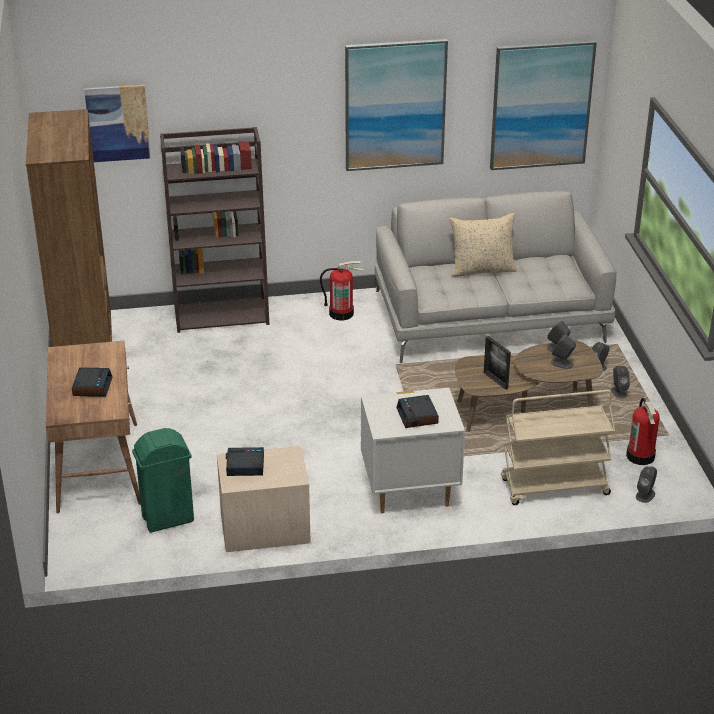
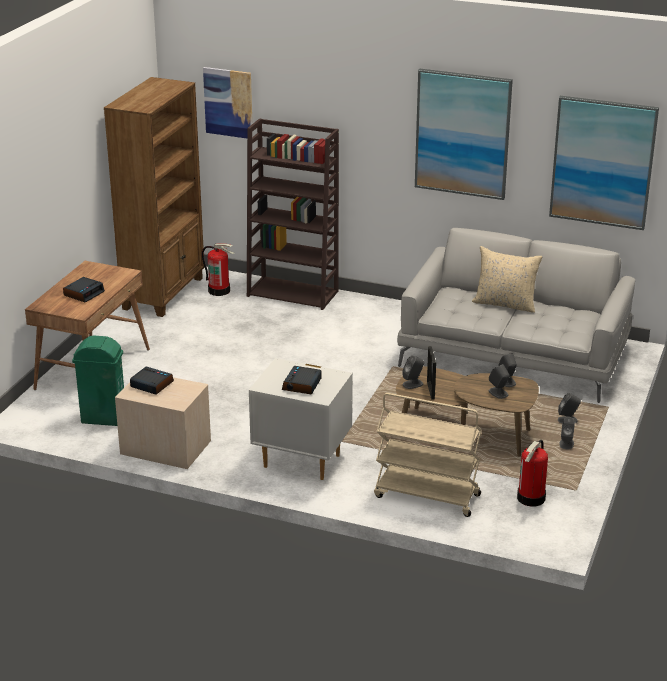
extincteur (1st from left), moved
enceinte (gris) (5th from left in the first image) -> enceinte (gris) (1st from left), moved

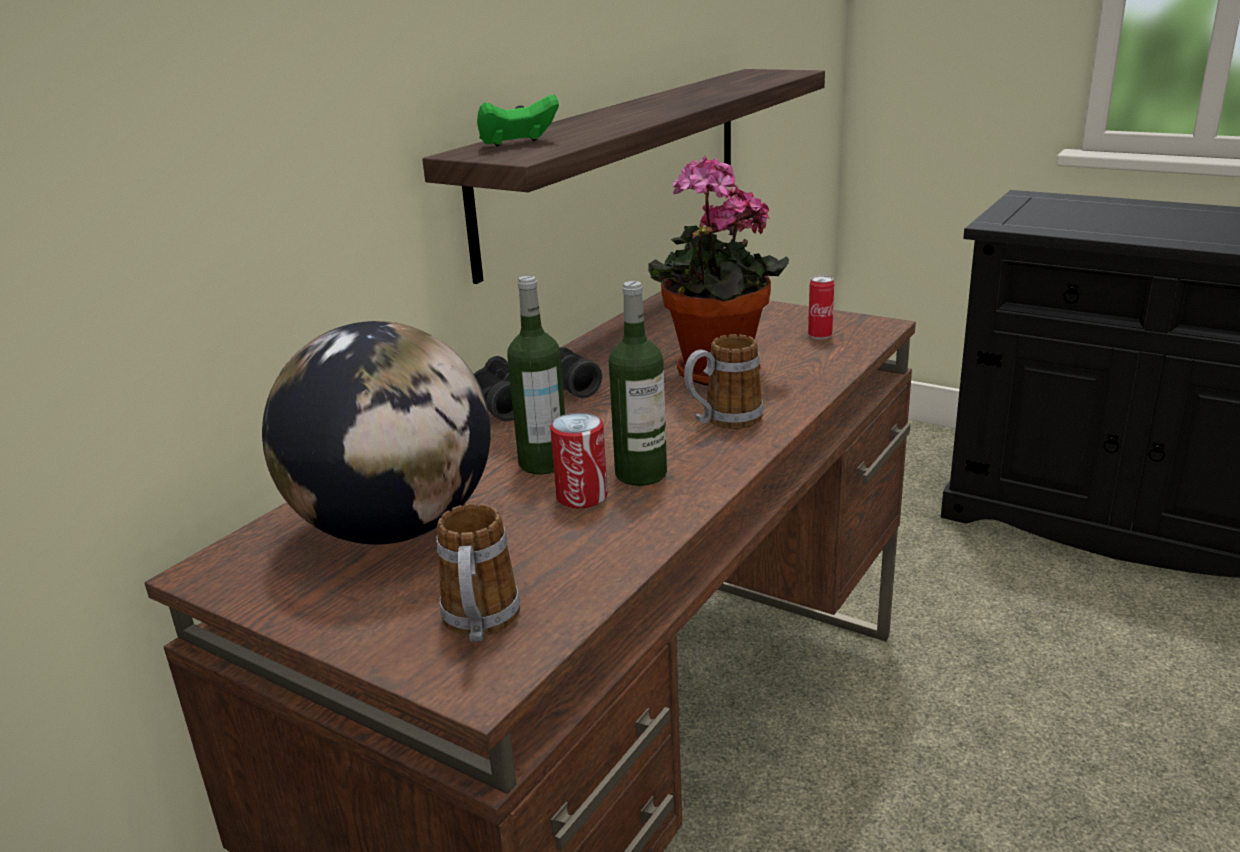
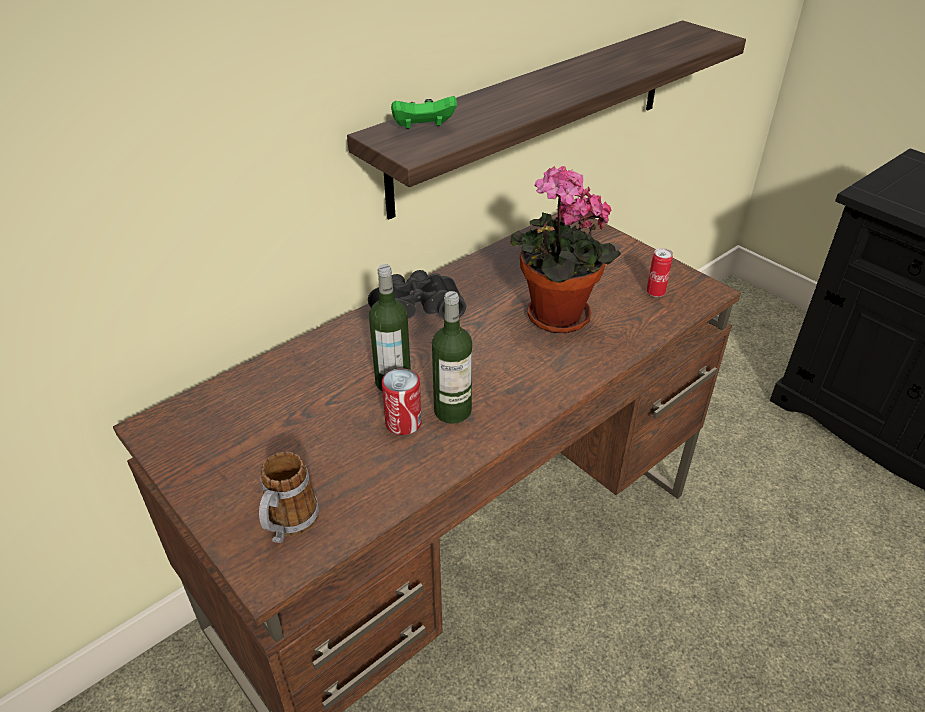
globe -> none
mug (2nd from left) -> none

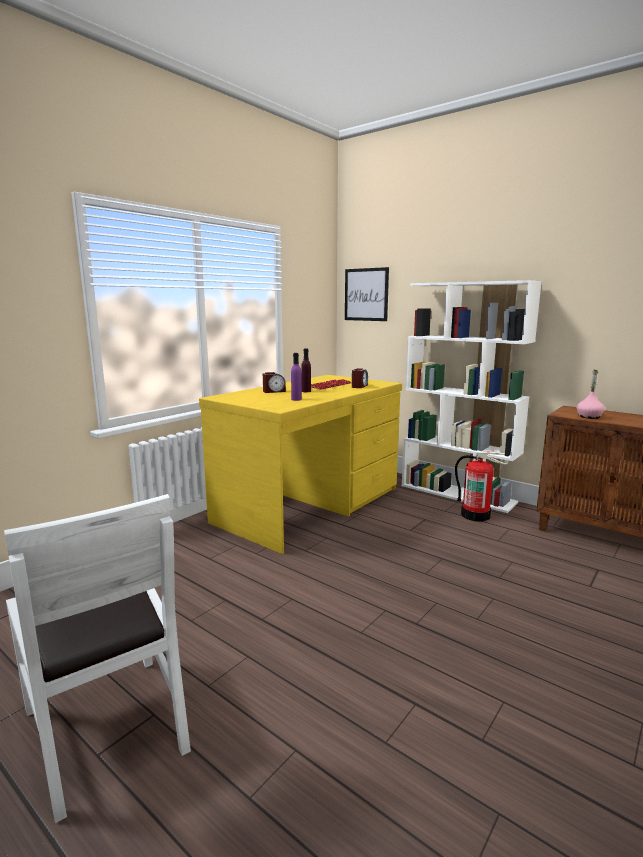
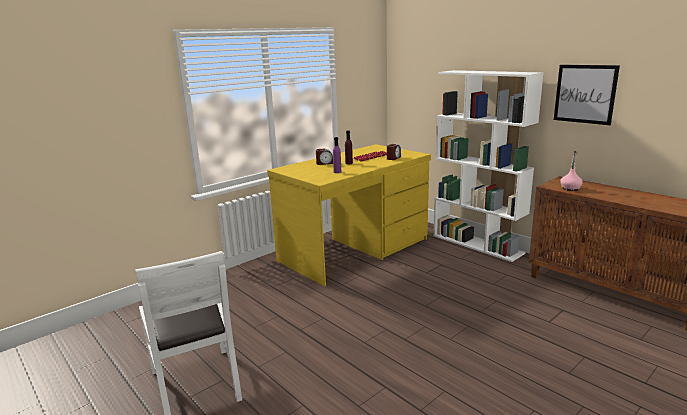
tableau, moved
extincteur -> none

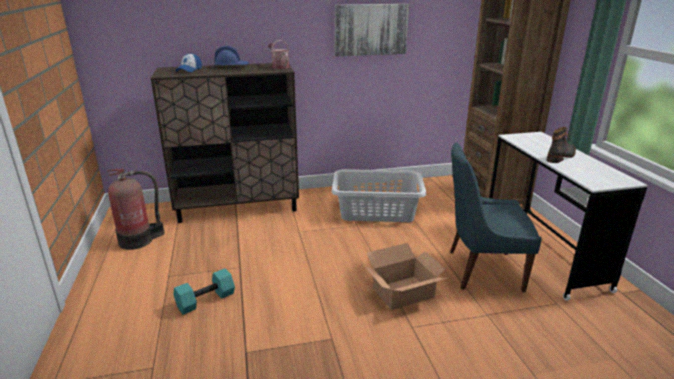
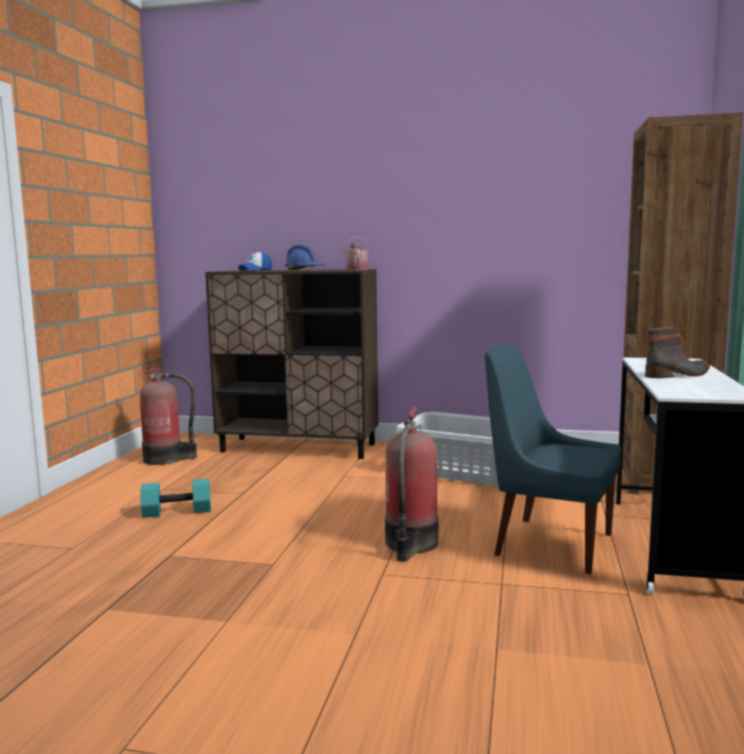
tableau -> none
carton -> extincteur (2nd from left)

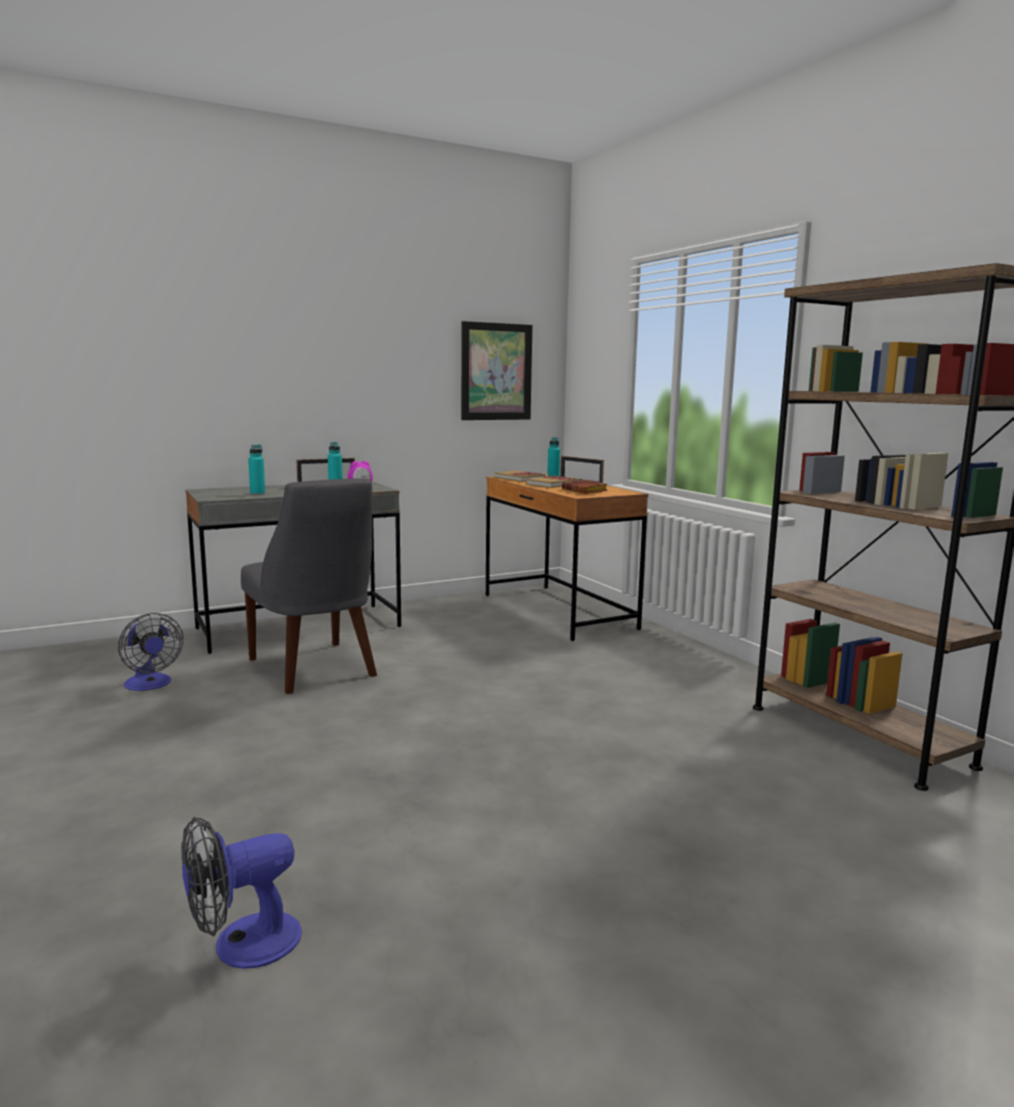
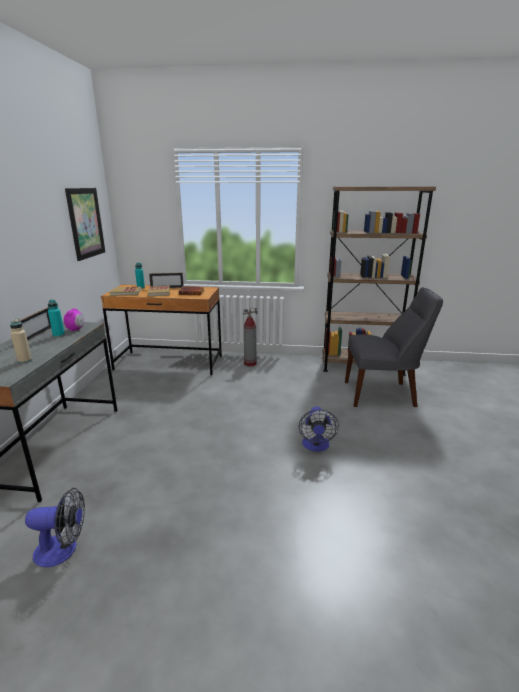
bouteille (turquoise) (1st from left) -> bouteille (beige)
chaise (gris), moved
ventilateur (2nd from left), moved
none -> extincteur

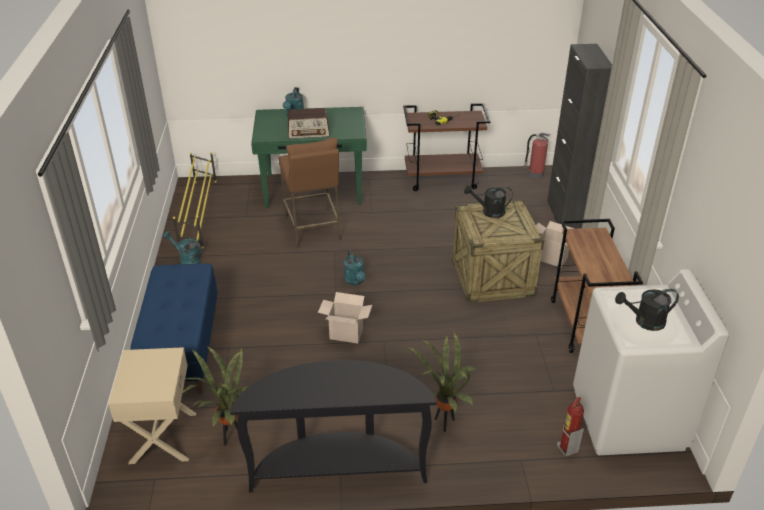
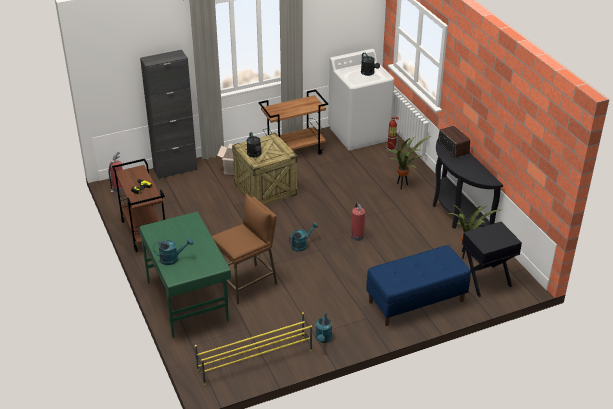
radio, moved
carton (1st from left) -> extincteur (2nd from left)
table de chevet (beige) -> table de chevet (noir)

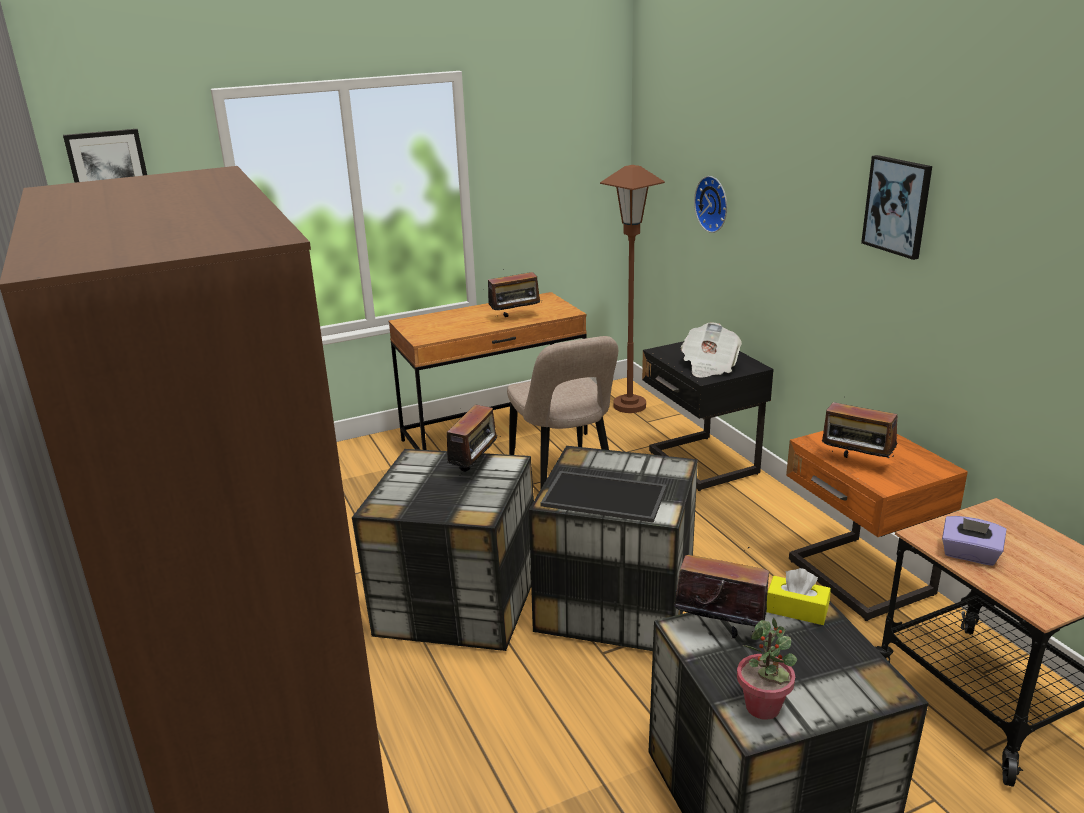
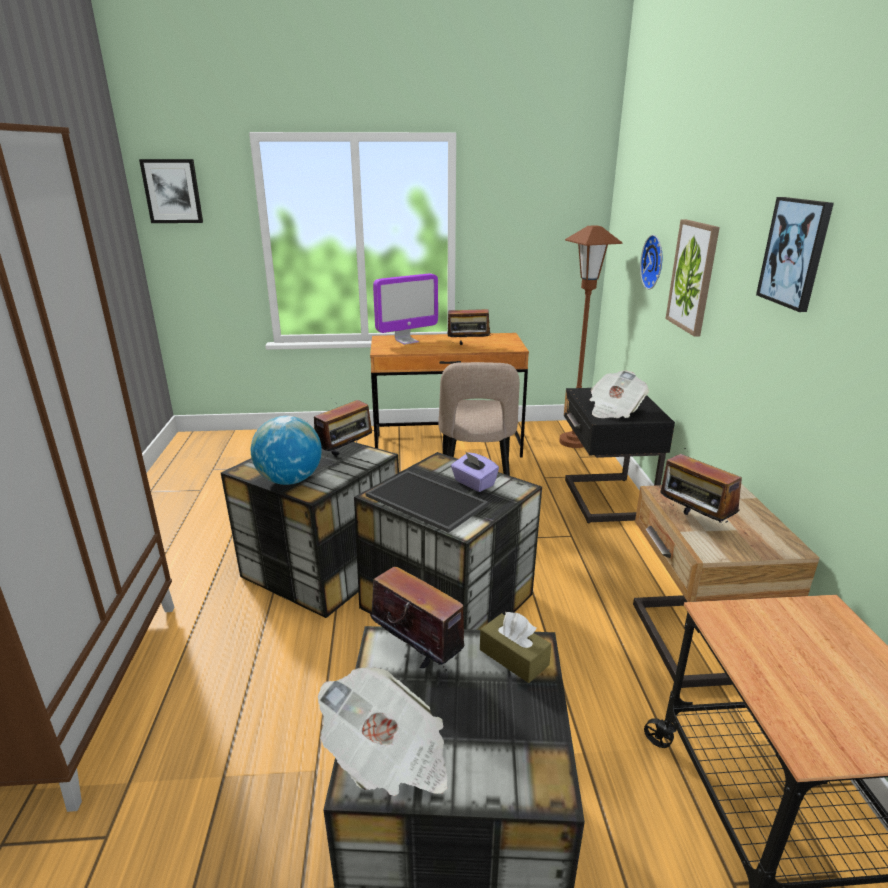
table de chevet (orange) -> table de chevet (beige)
boîte à mouchoirs (violet), moved
boîte à mouchoirs (jaune) -> boîte à mouchoirs (marron)
plante en pot -> journal (1st from left)
none -> tableau (2nd from left)
none -> écran d'ordinateur
none -> globe

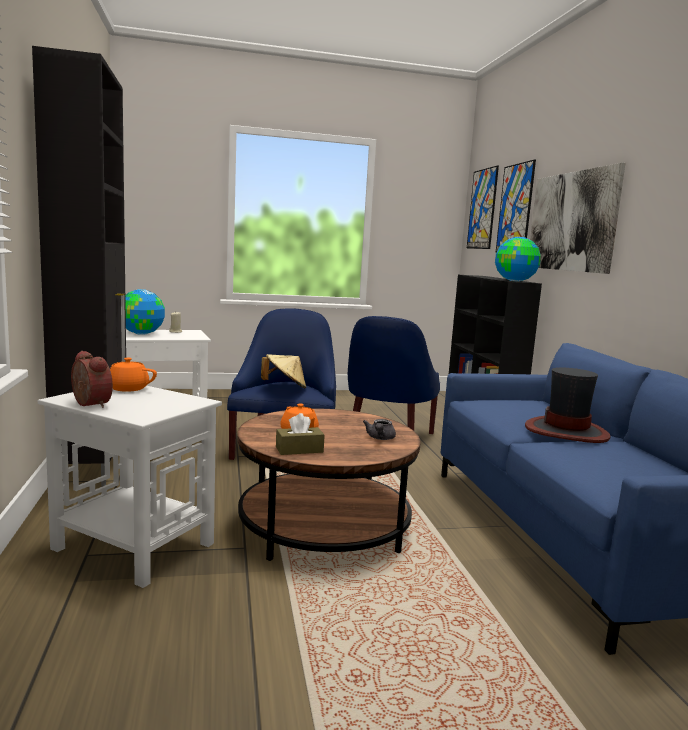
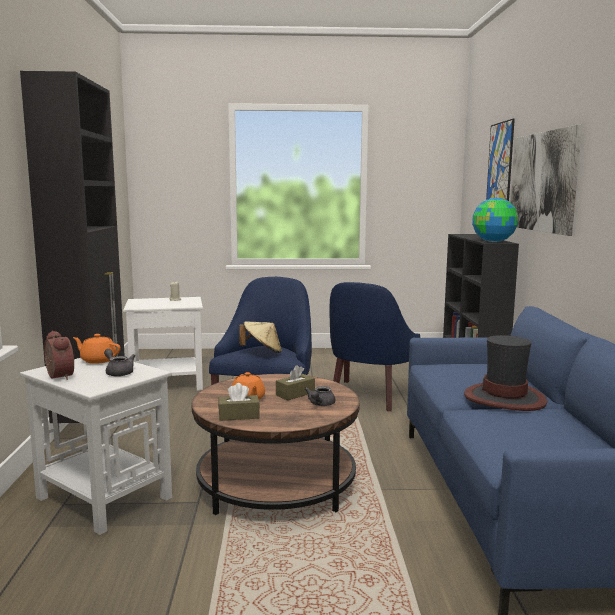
tableau (1st from left) -> none
globe (1st from left) -> none
none -> théière (gris) (1st from left)
none -> boîte à mouchoirs (marron) (2nd from left)

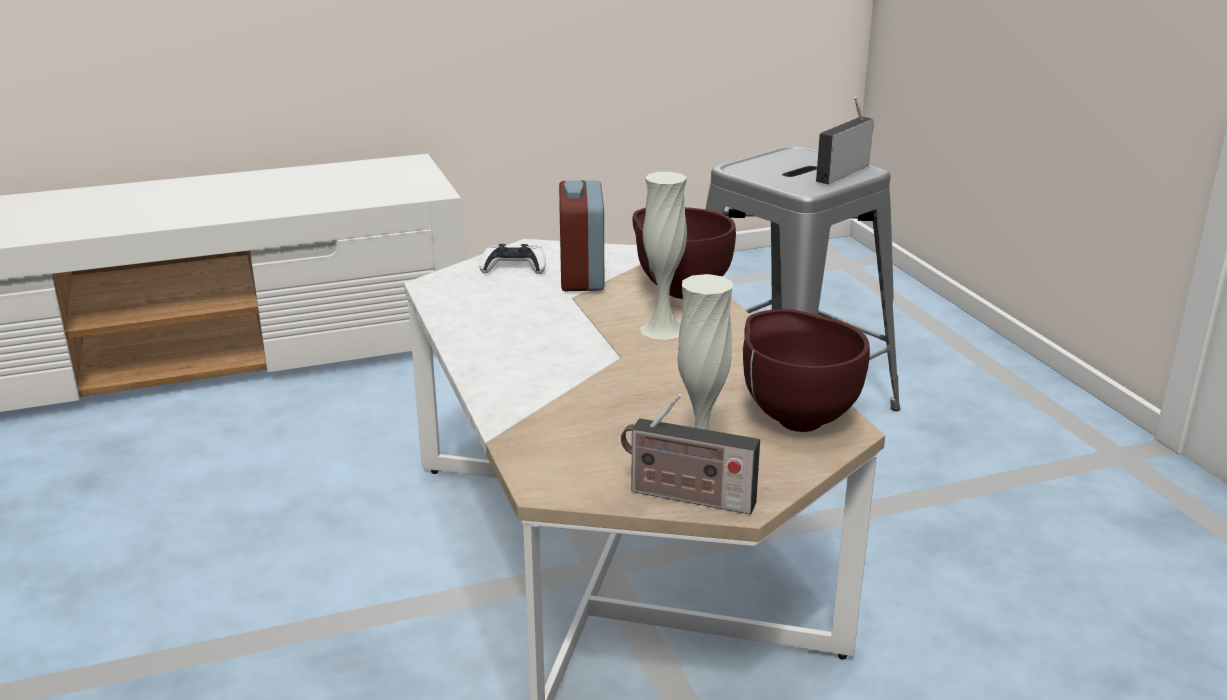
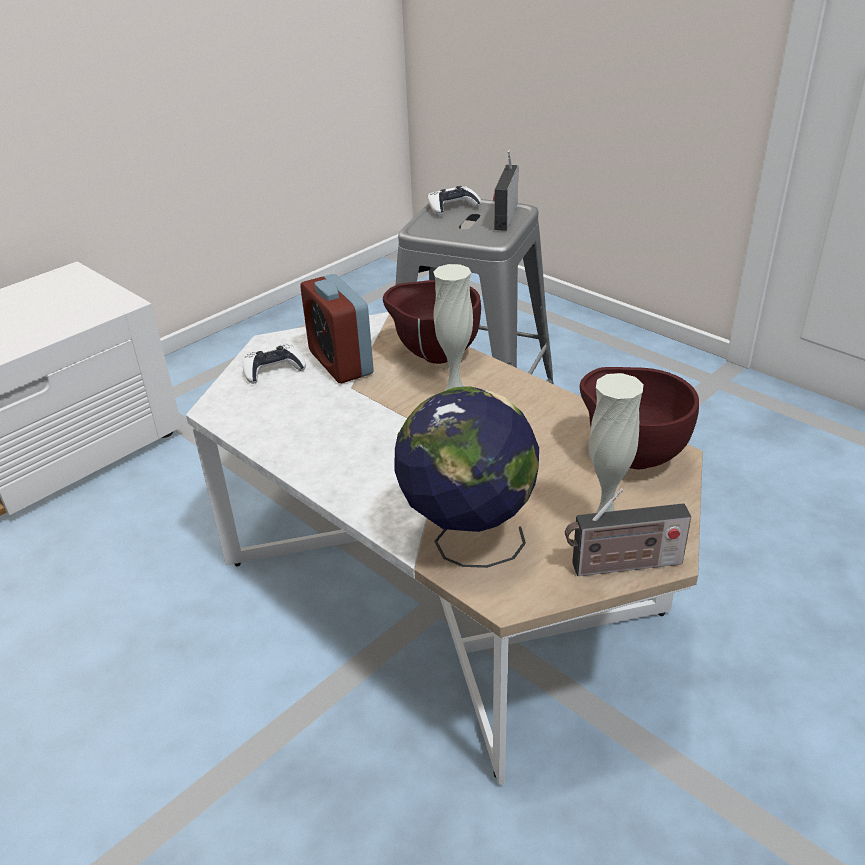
none -> manette (blanc) (2nd from left)
none -> globe

